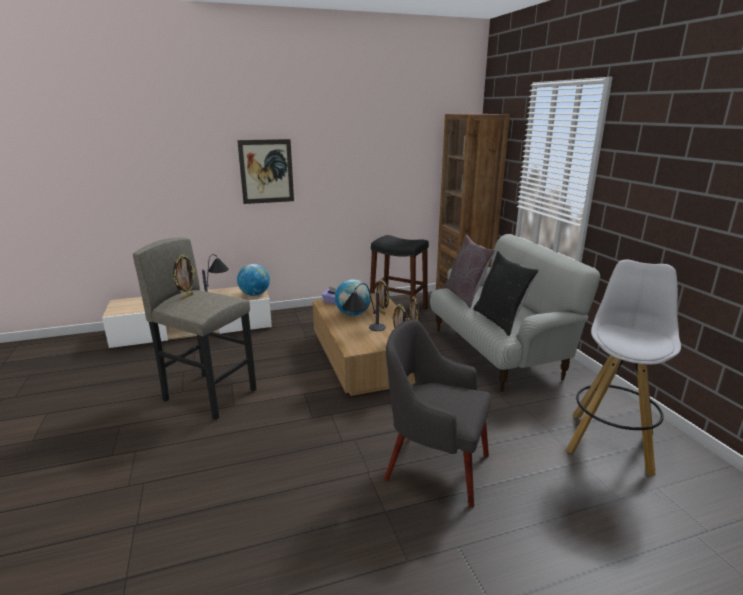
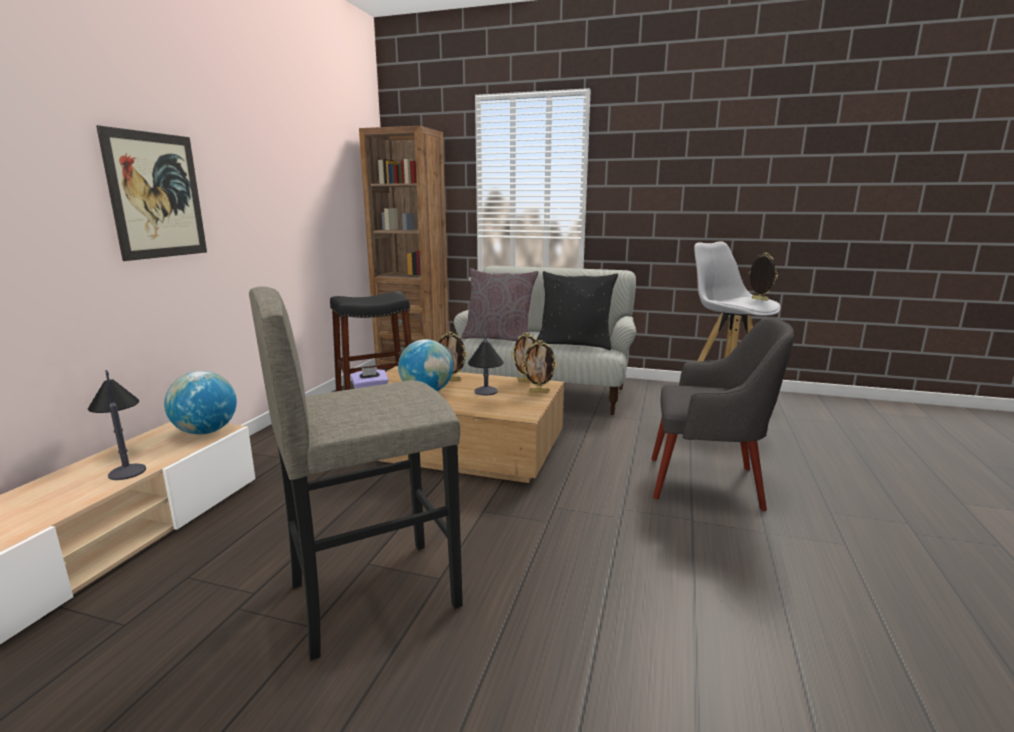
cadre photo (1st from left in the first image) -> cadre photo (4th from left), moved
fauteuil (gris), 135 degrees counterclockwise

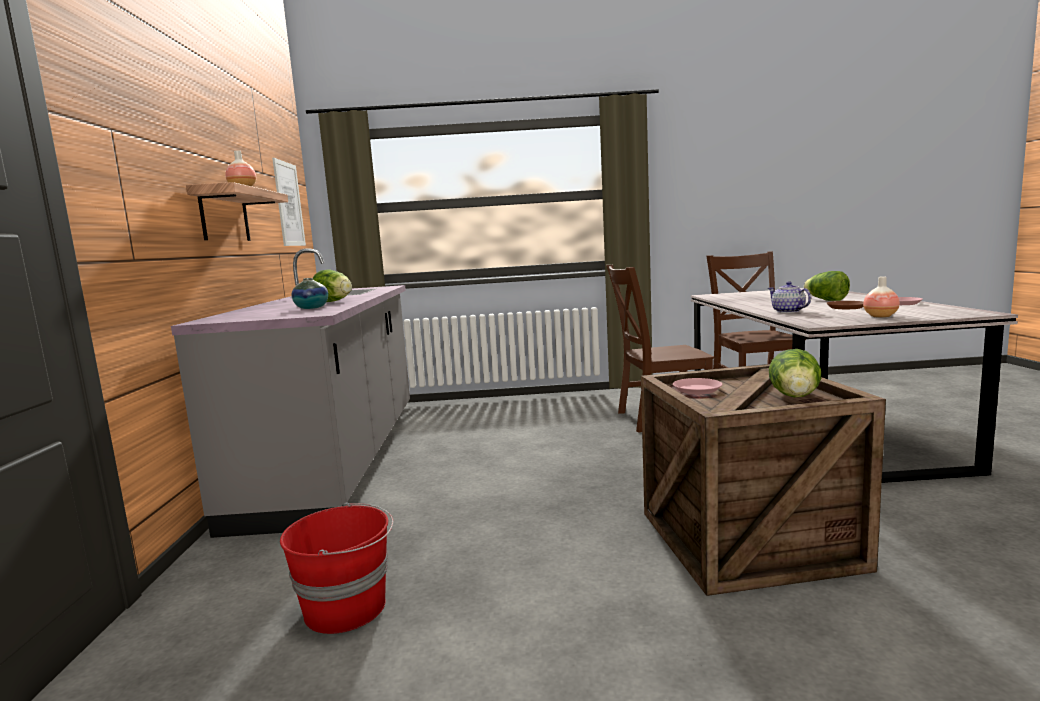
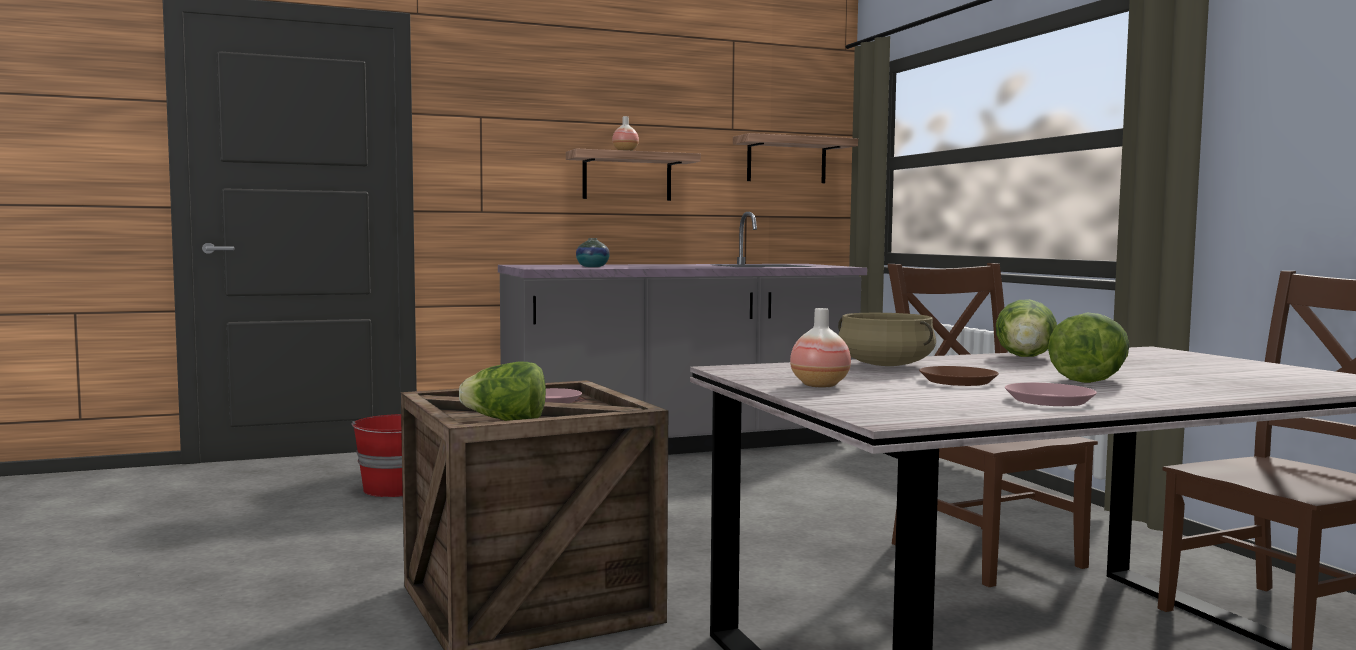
tableau -> étagère (2nd from left)
laitue (1st from left in the first image) -> laitue (2nd from left), moved
théière -> marmite (beige)

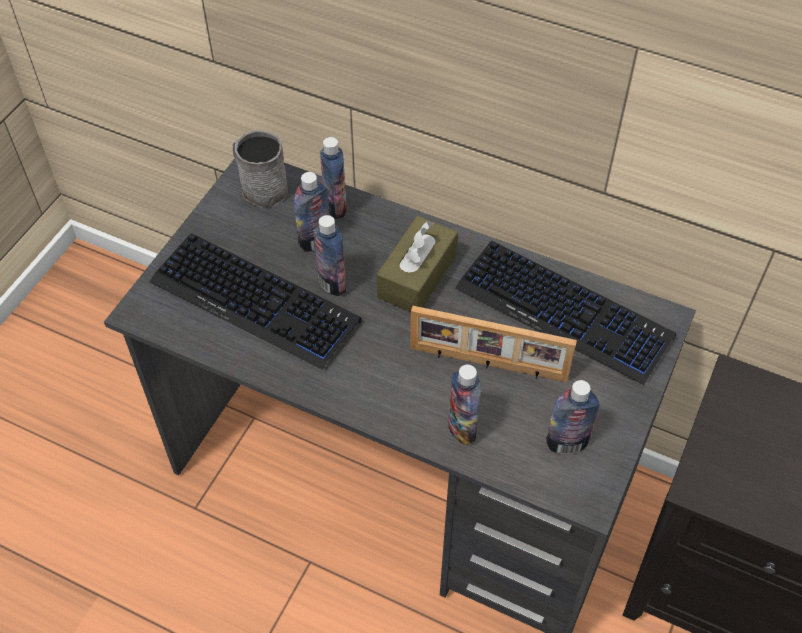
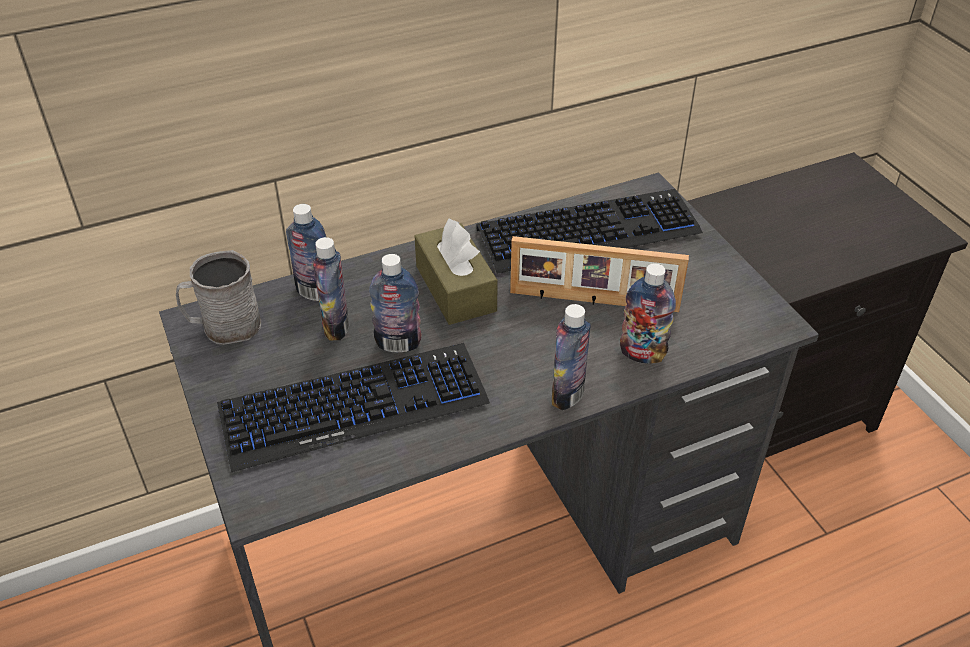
cadre photo, 45 degrees clockwise
bouteille (5th from left in the first image) -> bouteille (4th from left), moved

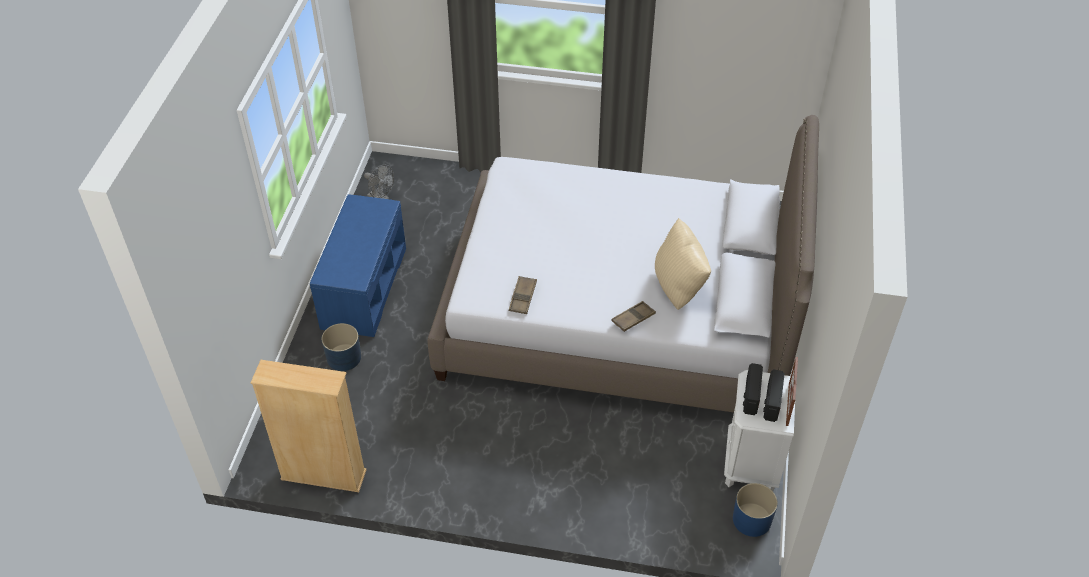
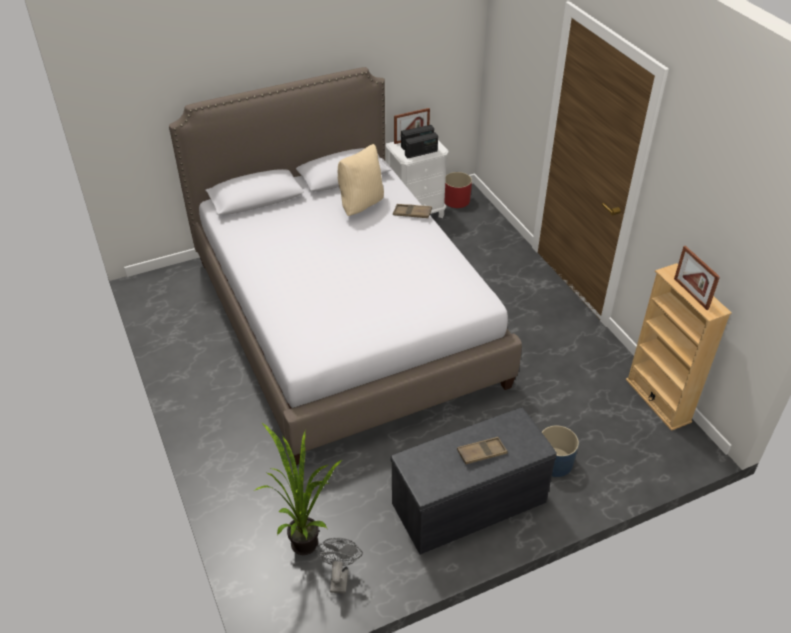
banc (bleu) -> banc (gris)
plateau (marron) (1st from left in the first image) -> plateau (marron) (2nd from left), moved
cache-pot (bleu) (2nd from left) -> cache-pot (rouge)
none -> cadre photo (2nd from left)
none -> plante en pot

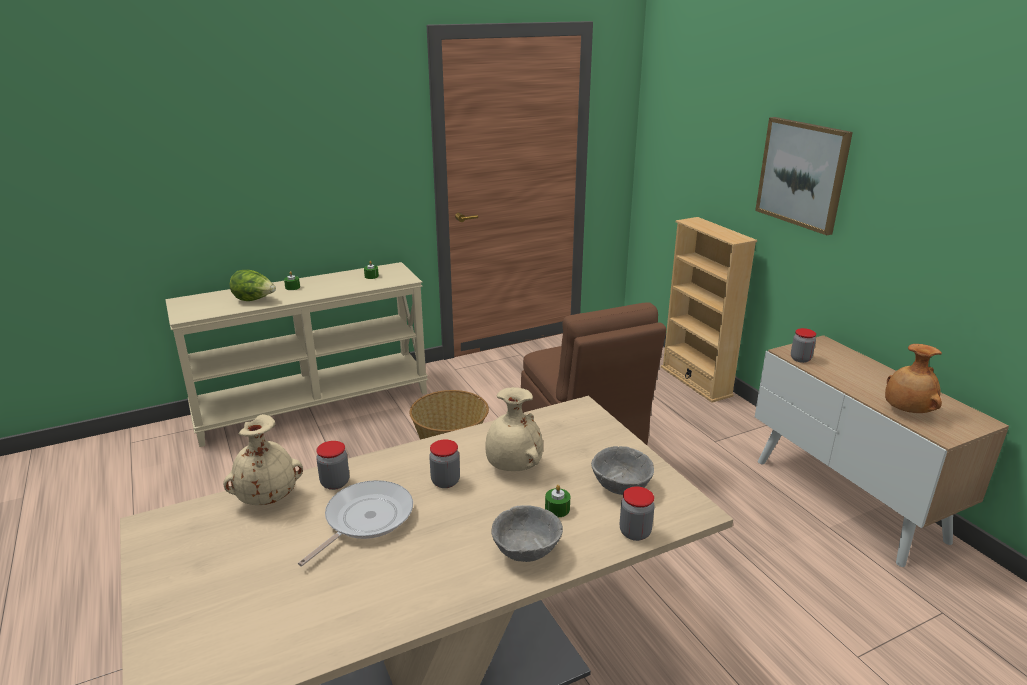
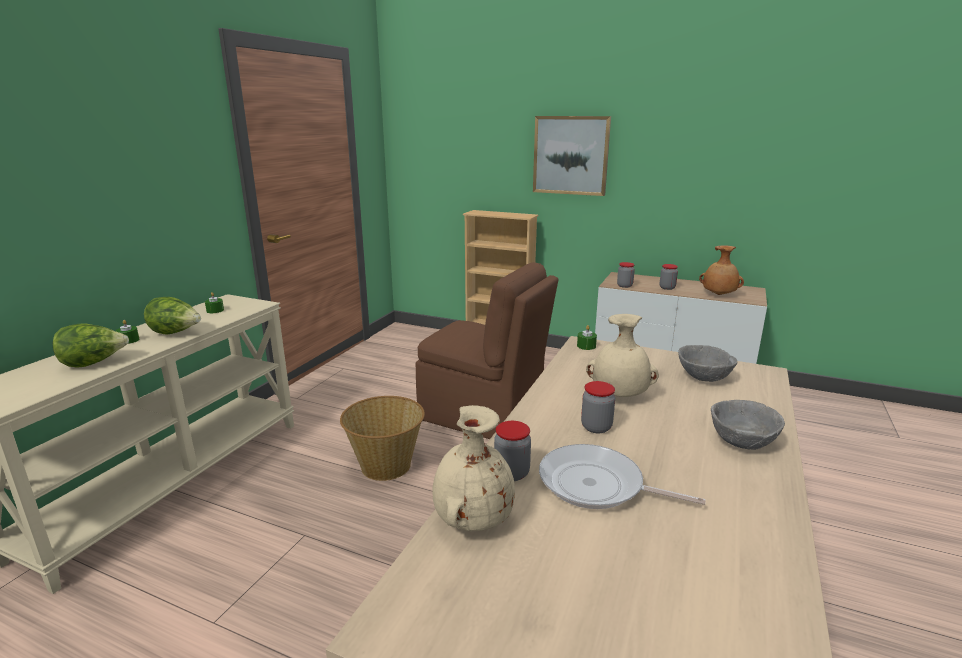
poêle, 60 degrees counterclockwise
bougie (vert) (3rd from left), moved
bocal (3rd from left in the first image) -> bocal (4th from left), moved
none -> laitue (2nd from left)

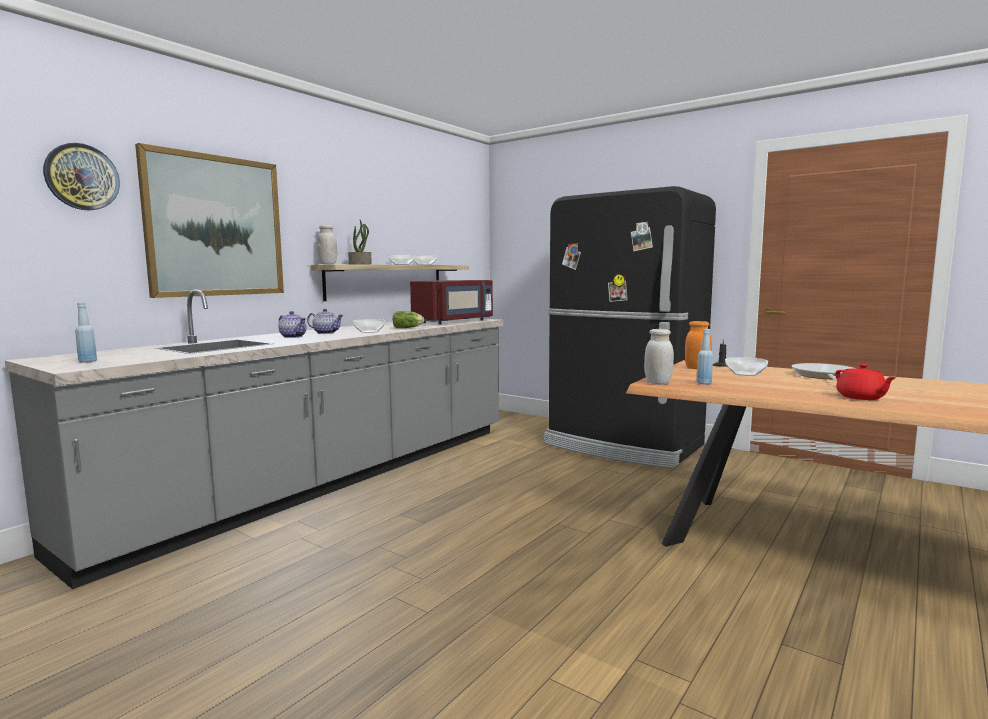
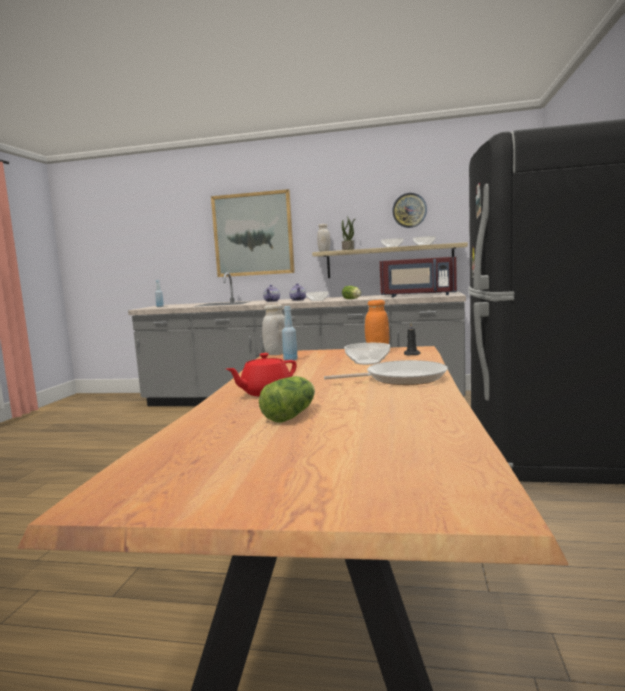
horloge murale, moved
none -> laitue (1st from left)

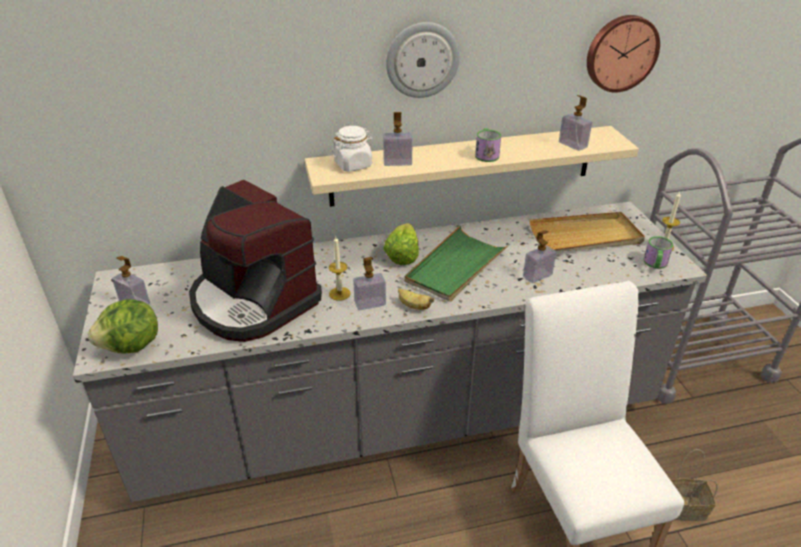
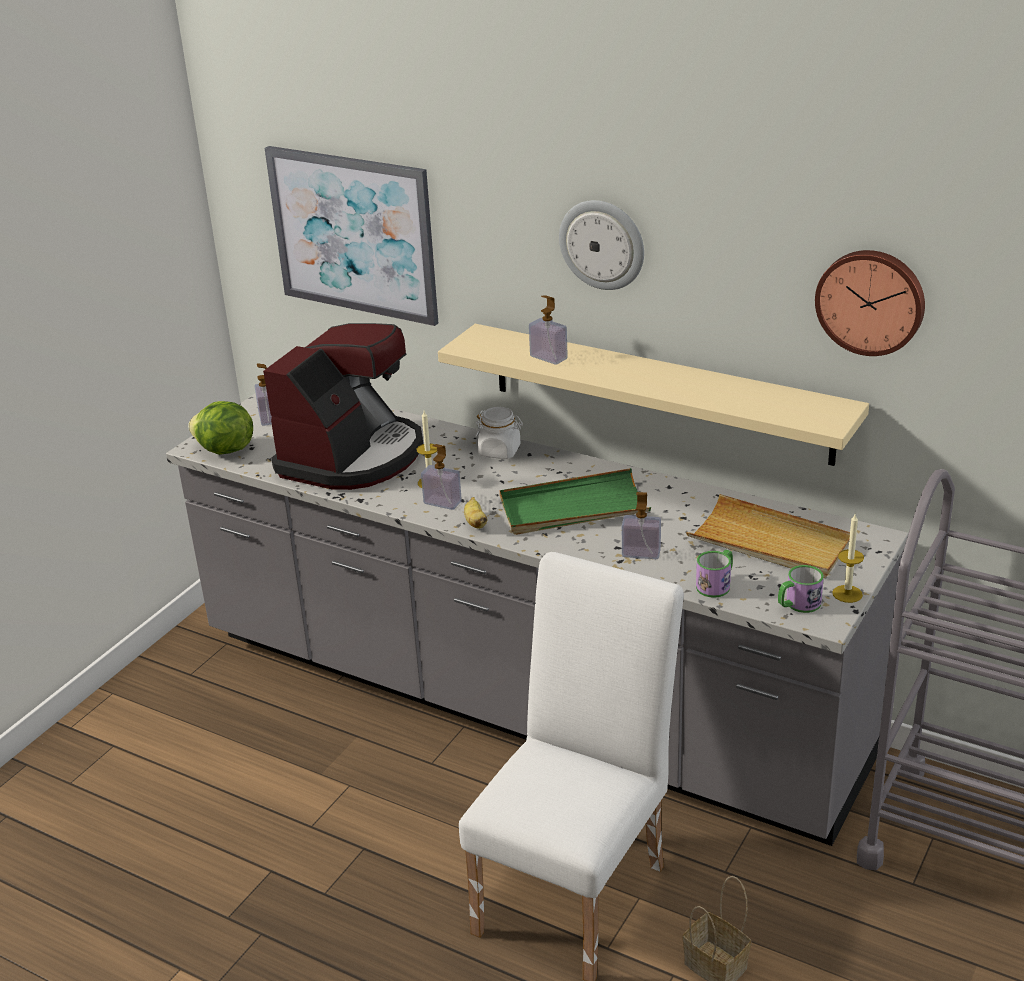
distributeur de savon (5th from left) -> none
bocal (blanc), moved
mug (1st from left), moved
machine à café, 150 degrees counterclockwise
laitue (2nd from left) -> none
none -> tableau

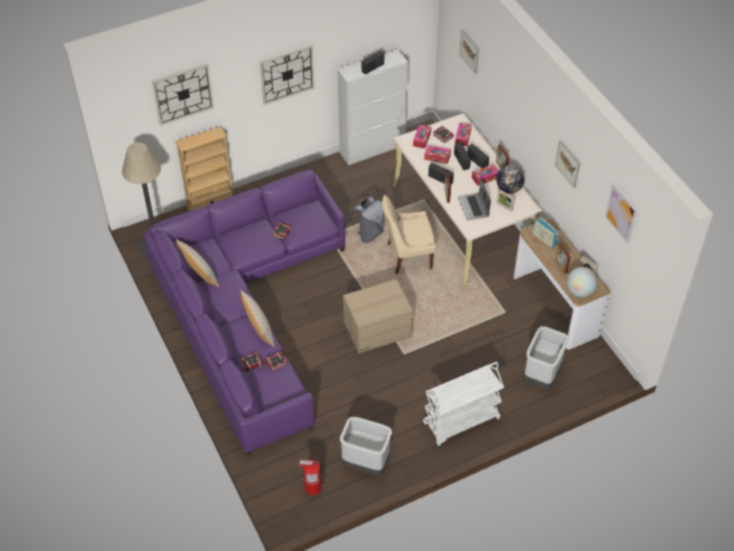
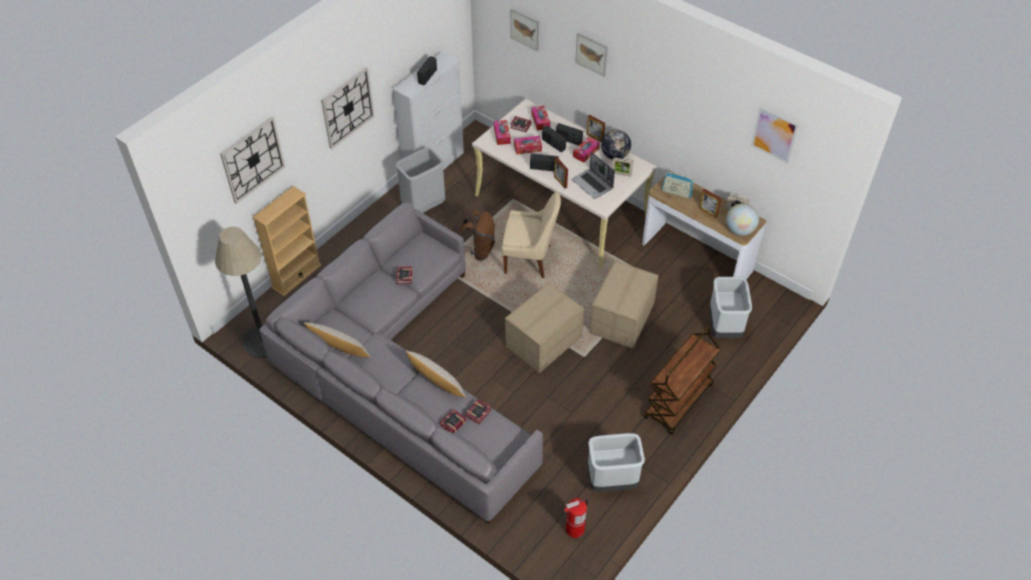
tableau (2nd from left), moved
canapé (violet) -> canapé (gris)
chaise (beige), 135 degrees counterclockwise
sac à dos (gris) -> sac à dos (marron)
chariot (blanc) -> chariot (marron)
none -> poubelle (gris) (1st from left)
none -> carton (2nd from left)

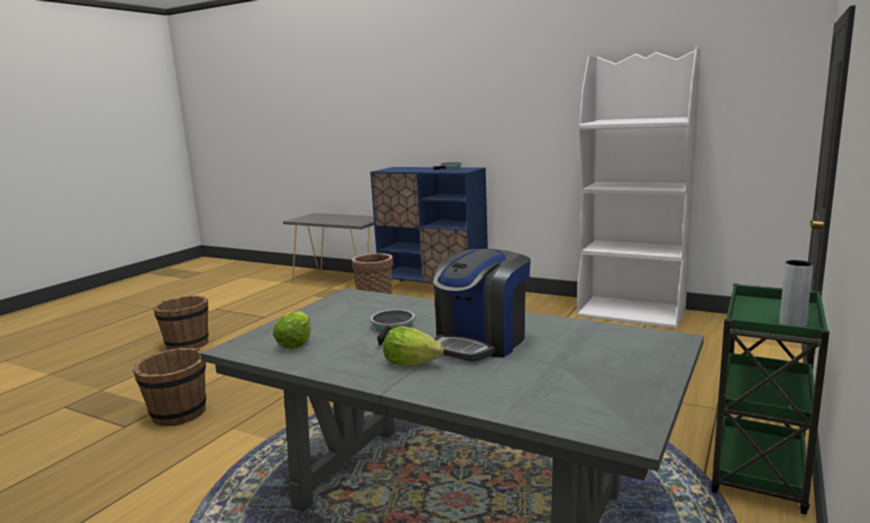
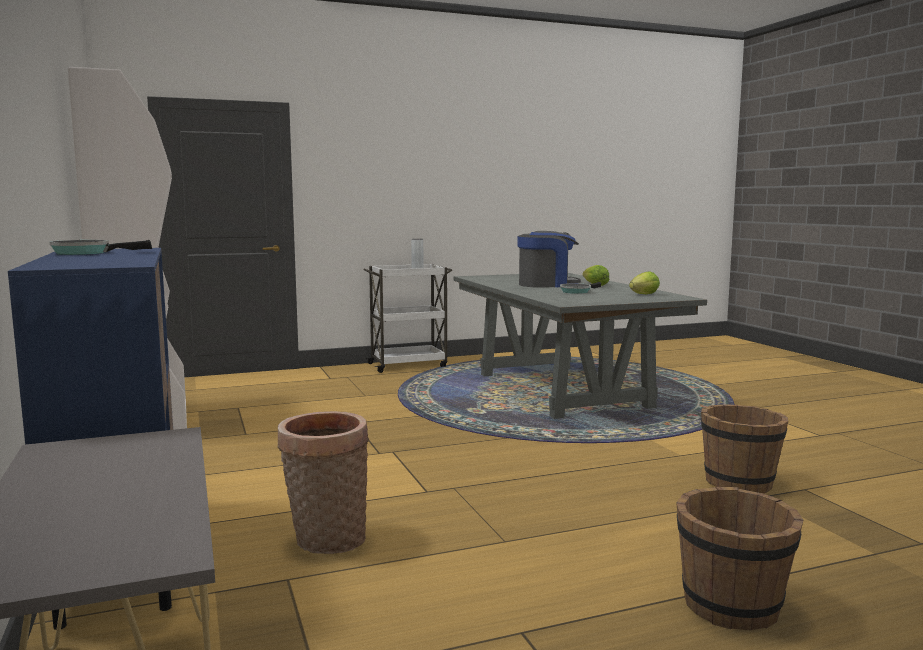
chariot (vert) -> chariot (blanc)

